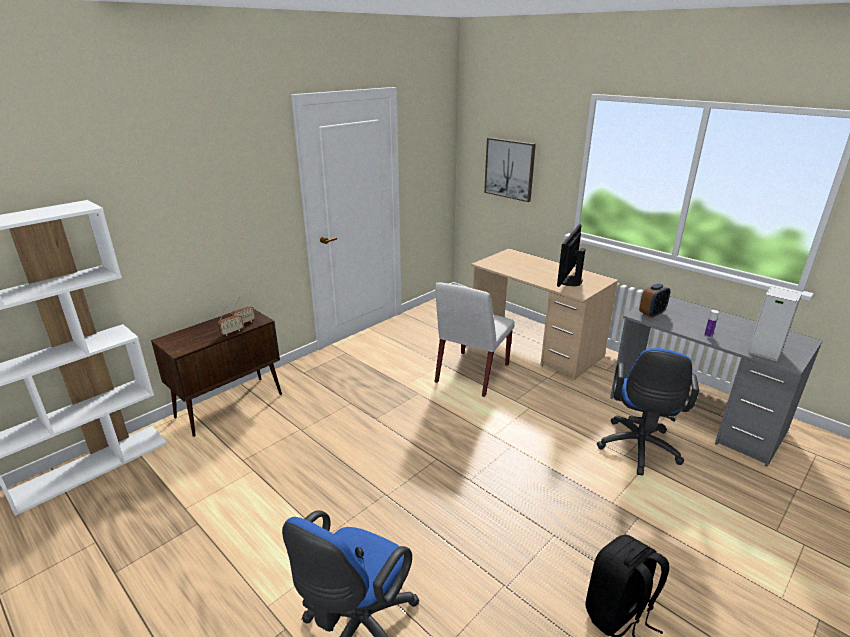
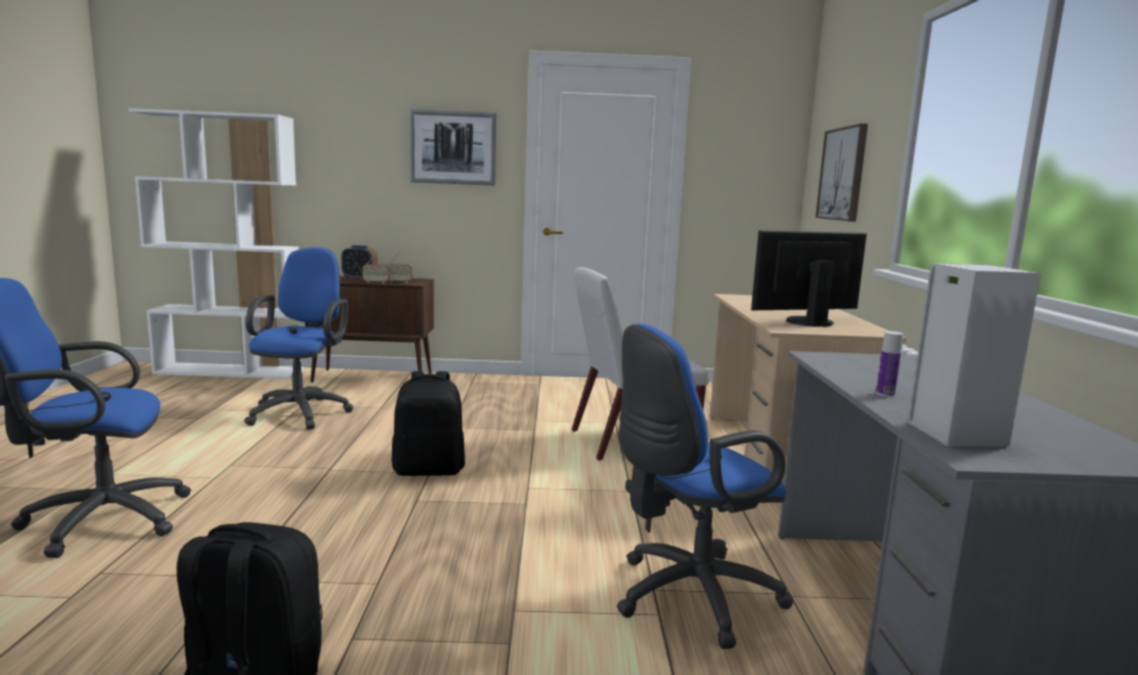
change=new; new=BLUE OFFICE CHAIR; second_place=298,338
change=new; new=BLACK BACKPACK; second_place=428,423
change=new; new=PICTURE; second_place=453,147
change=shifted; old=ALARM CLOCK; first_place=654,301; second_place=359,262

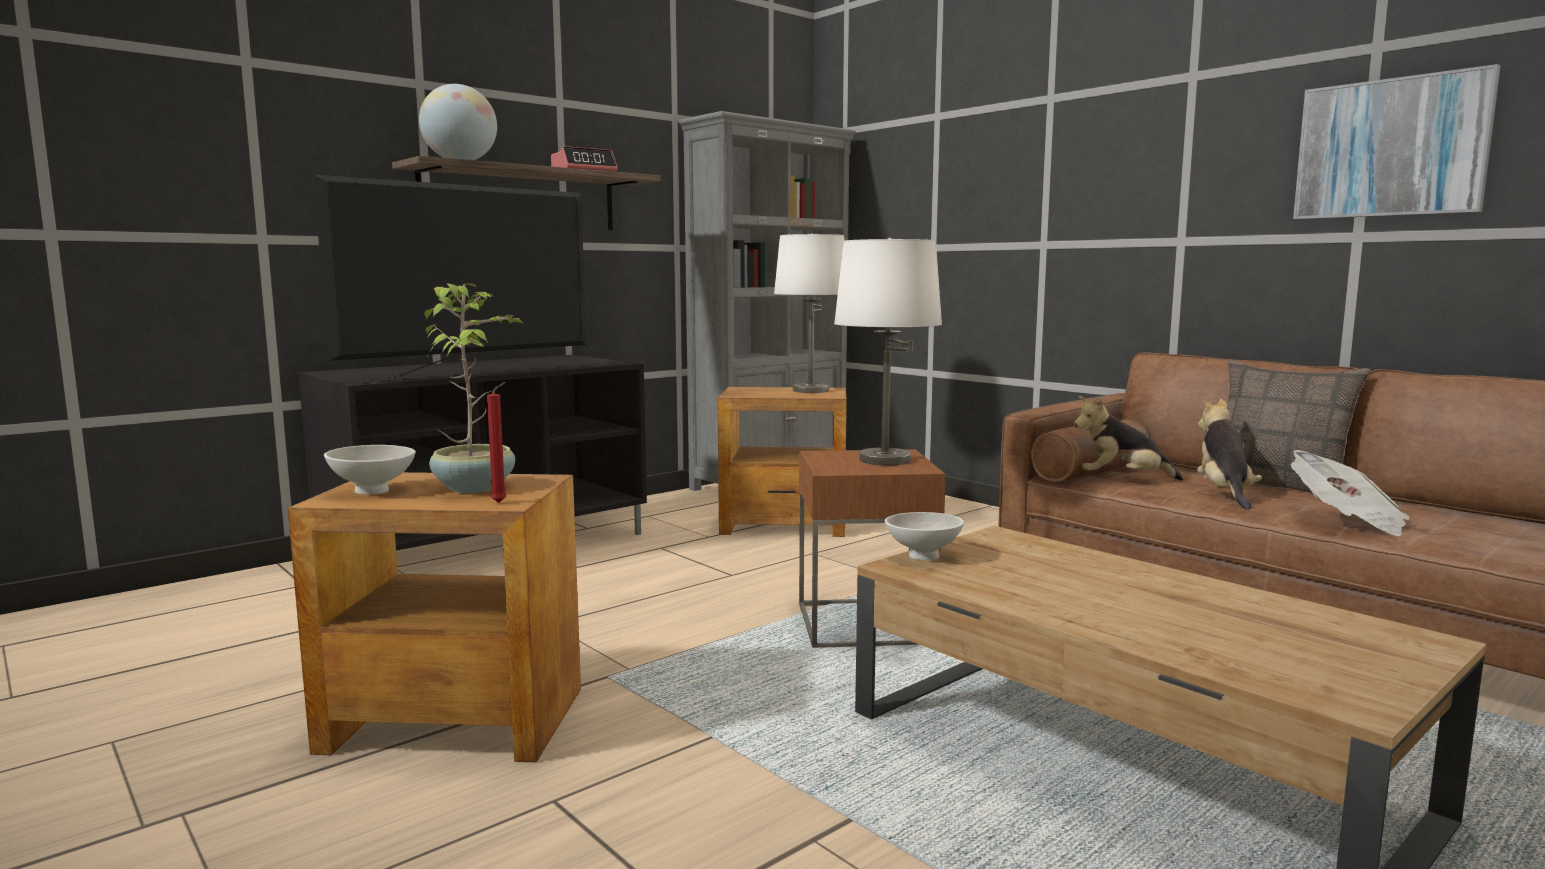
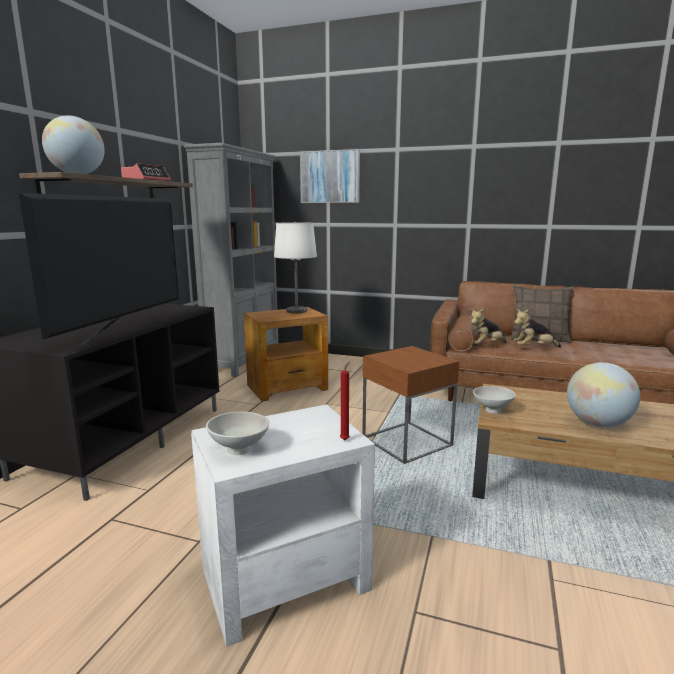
change=gone; old=POTTED PLANT; first_place=474,388
change=gone; old=WHITE TABLE LAMP; first_place=888,351
change=gone; old=NEWSPAPER; first_place=1349,493
change=new; new=GLOBE; second_place=603,394
change=shifted; old=PICTURE; first_place=1396,141; second_place=330,176
change=repainted; old=BROWN SIDE TABLE; new=WHITE SIDE TABLE; first_place=434,617; second_place=283,525
change=rotated; old=PLUSH TOY; first_place=1229,454; second_place=537,328; degrees=-75

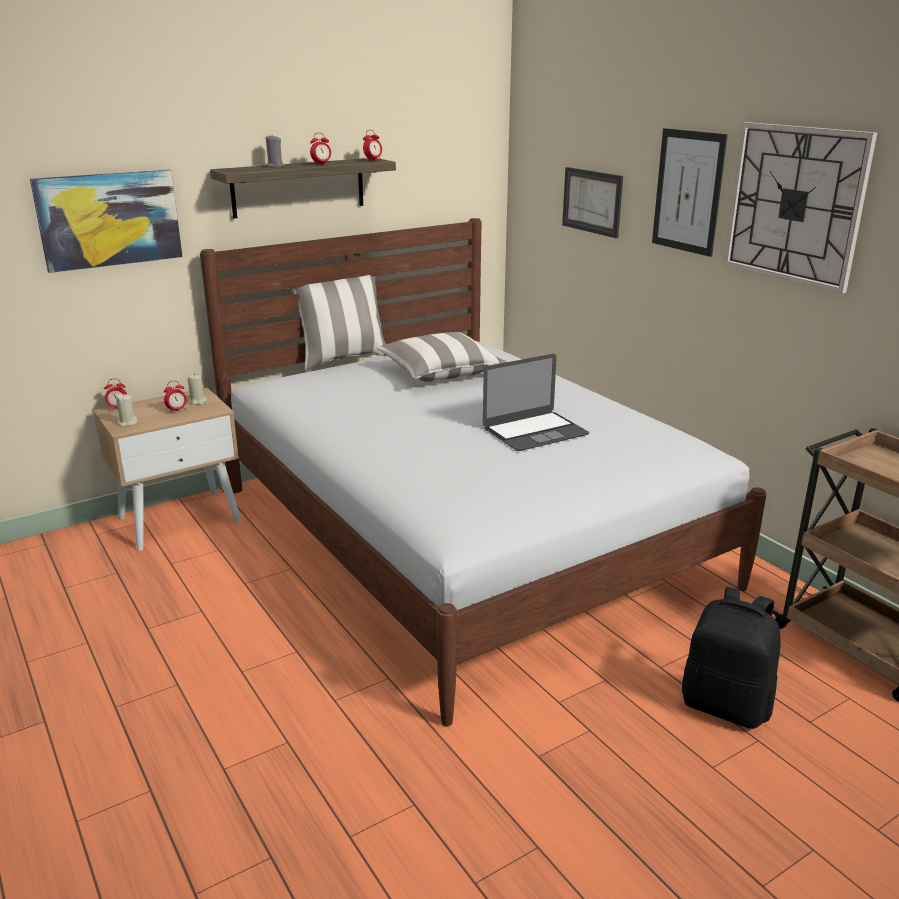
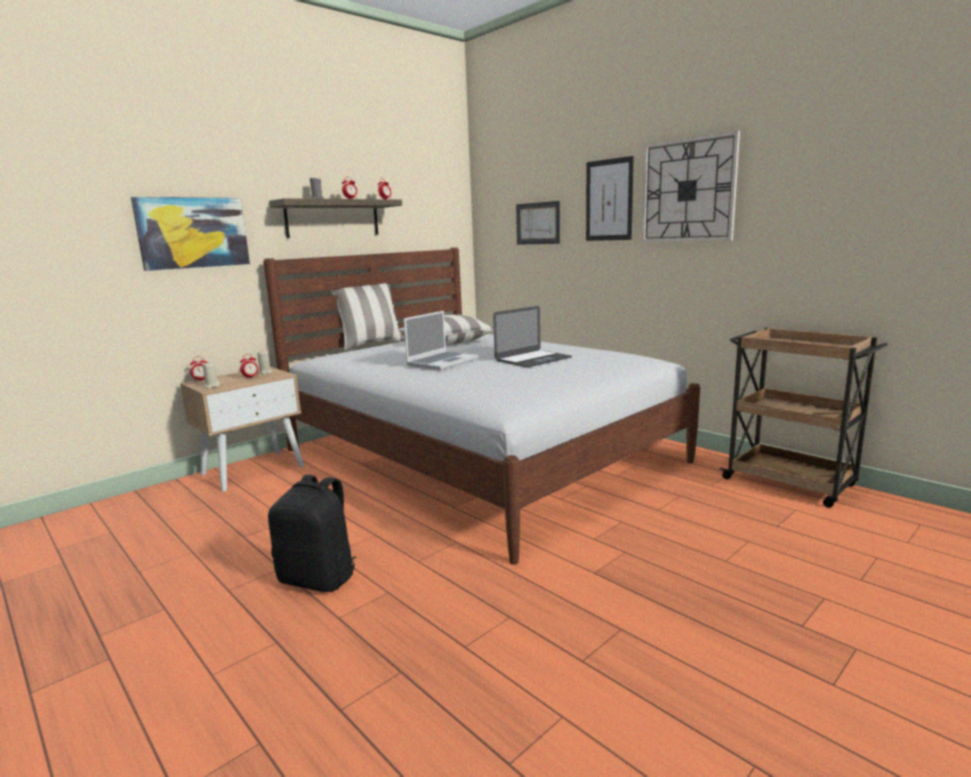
change=new; new=LAPTOP; second_place=441,340
change=shifted; old=BLACK BACKPACK; first_place=731,658; second_place=312,533

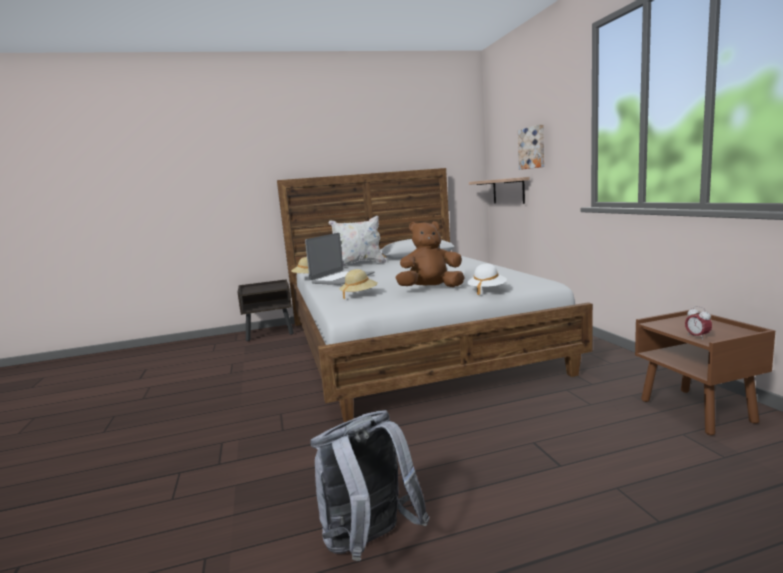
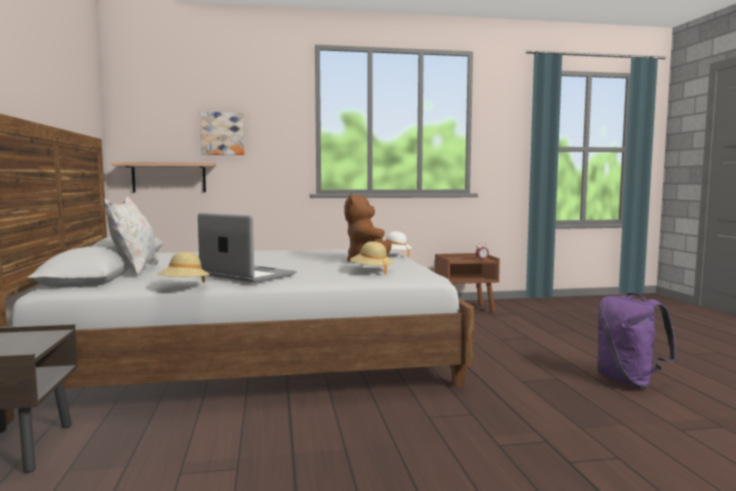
change=repainted; old=GREY BACKPACK; new=PURPLE BACKPACK; first_place=370,485; second_place=637,341

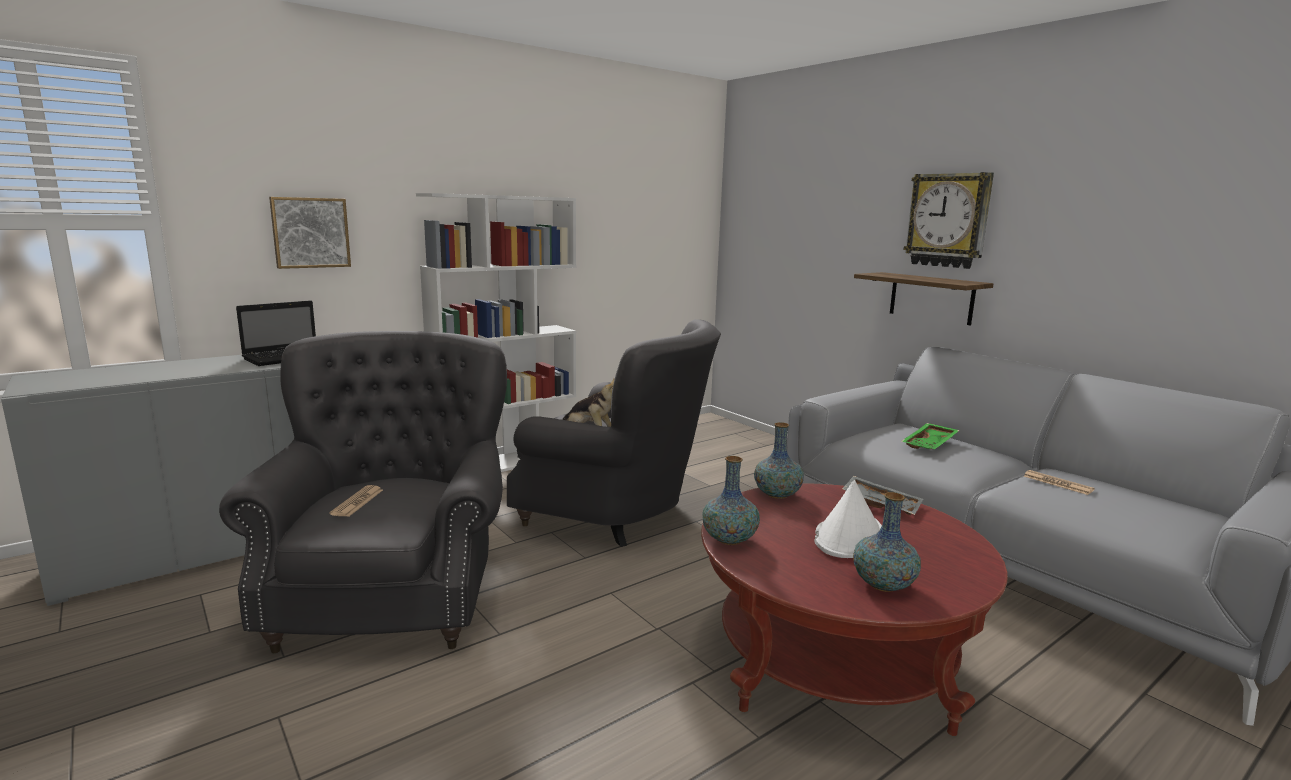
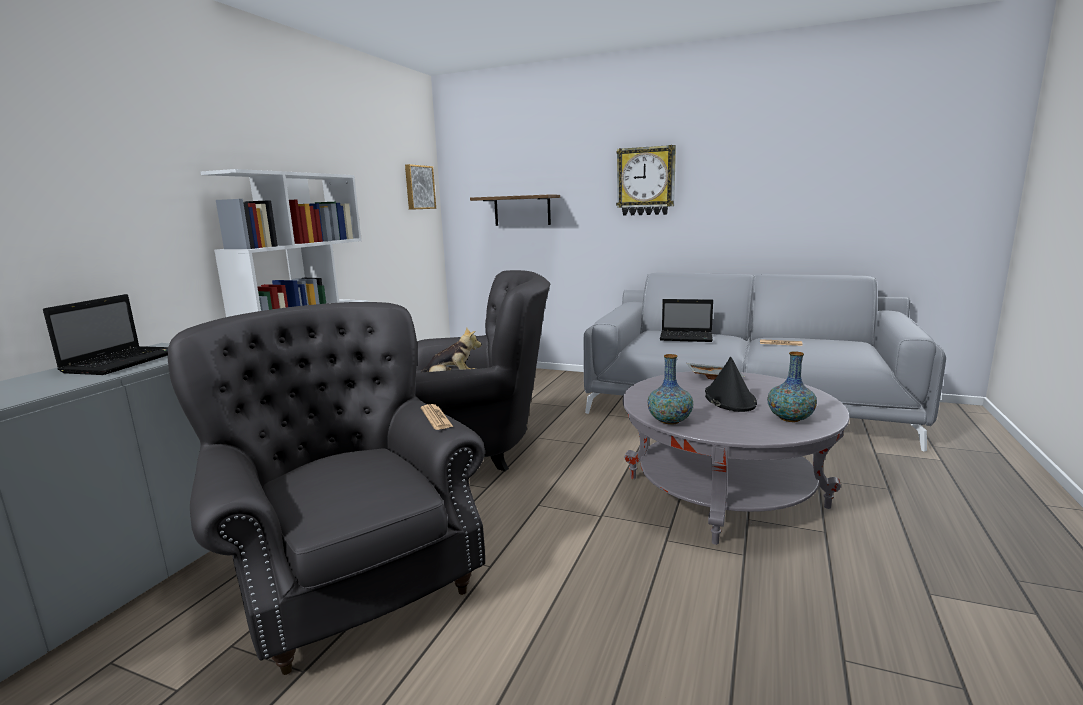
change=gone; old=VASE; first_place=779,460
change=shifted; old=PICTURE; first_place=310,233; second_place=420,187
change=shifted; old=NEWSPAPER; first_place=356,501; second_place=437,417
change=shifted; old=SHELF; first_place=923,298; second_place=515,210
change=swapped; old=GREEN TRAY; new=LAPTOP; first_place=930,436; second_place=686,320
change=repainted; old=RED COFFEE TABLE; new=GREY COFFEE TABLE; first_place=854,609; second_place=736,458
change=repainted; old=WHITE HAT; new=BLACK HAT; first_place=848,519; second_place=731,384

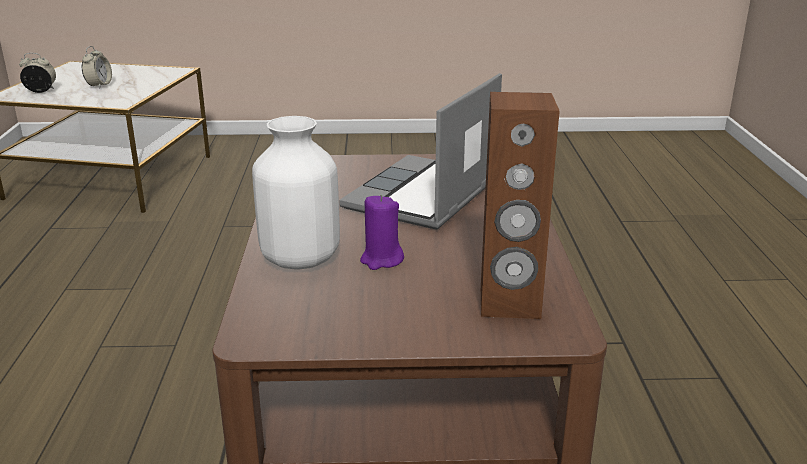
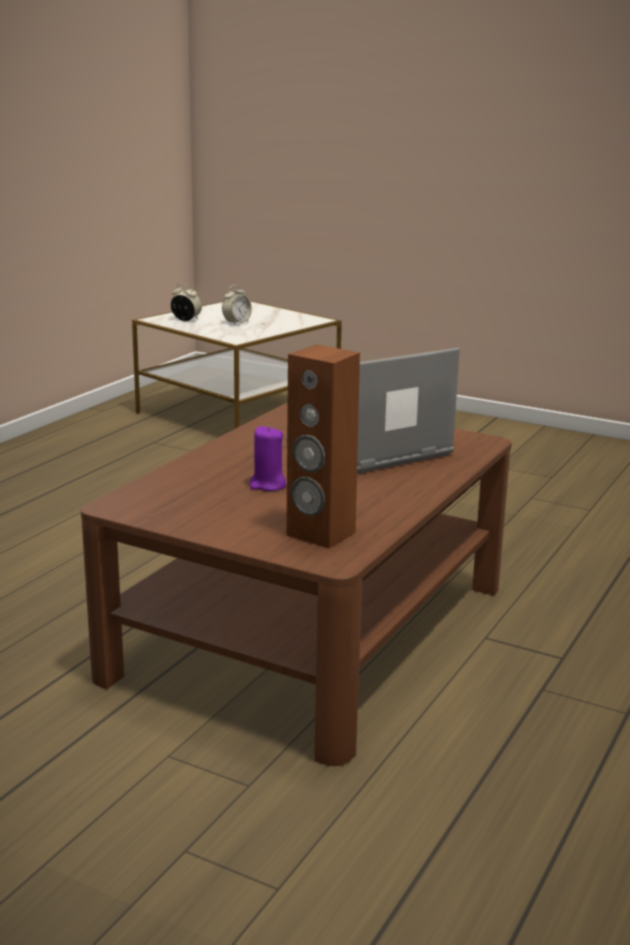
change=gone; old=WHITE VASE; first_place=296,193

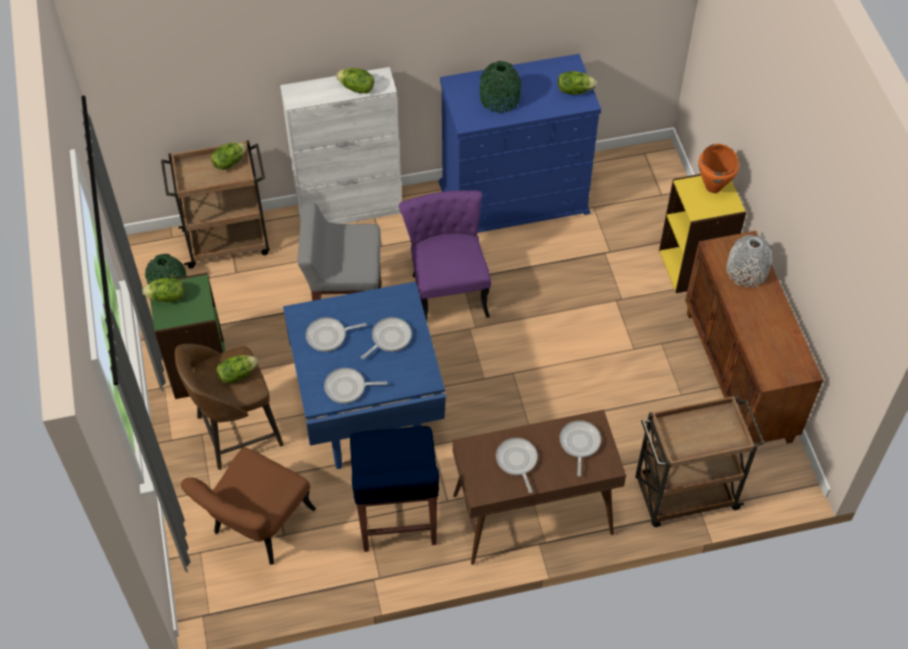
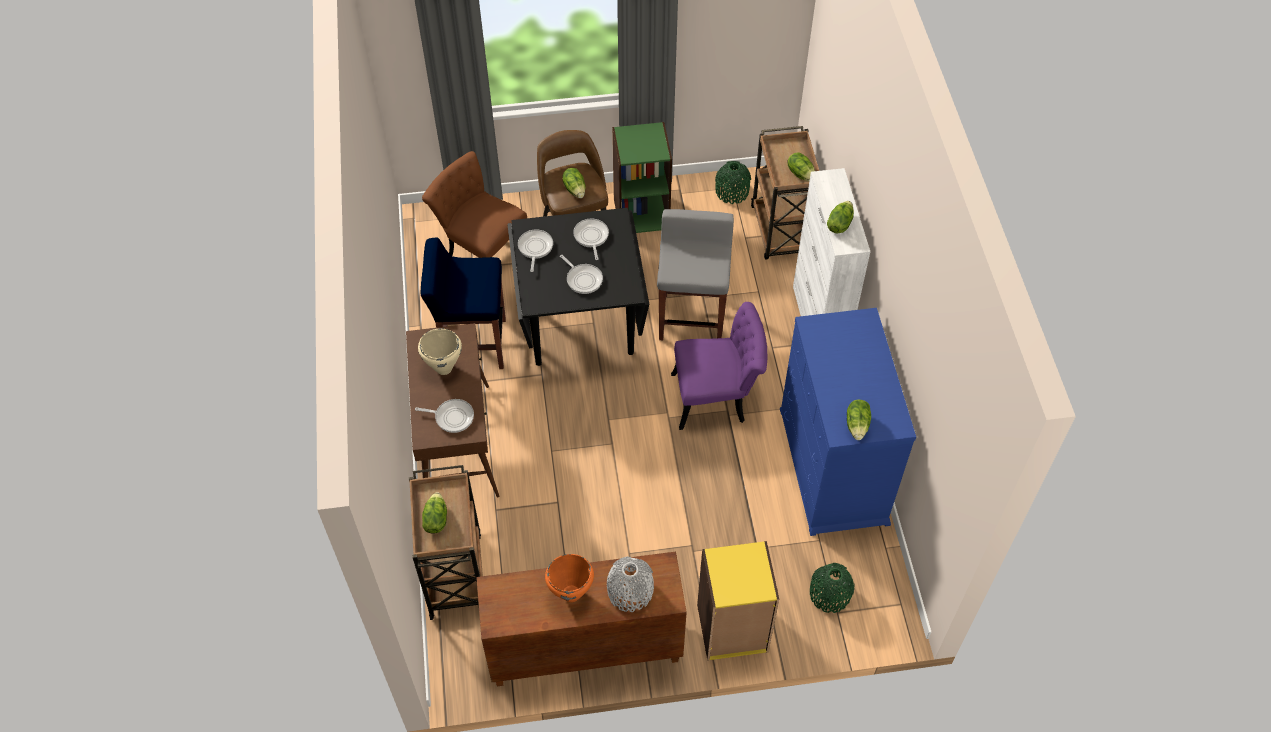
change=shifted; old=LETTUCE; first_place=163,290; second_place=434,512
change=shifted; old=GREEN VASE; first_place=500,87; second_place=832,588
change=shifted; old=ORANGE COOKING POT; first_place=718,168; second_place=569,578
change=swapped; old=FRYING PAN; new=BEIGE COOKING POT; first_place=517,465; second_place=440,351
change=repainted; old=BLUE DINING TABLE; new=BLACK DINING TABLE; first_place=364,375; second_place=578,287

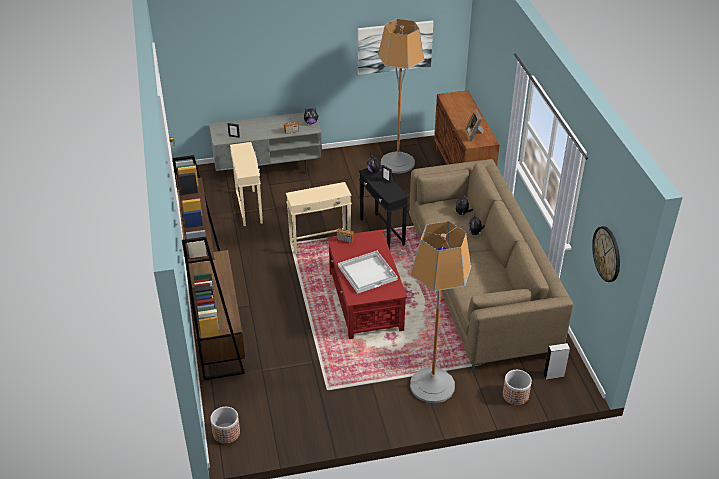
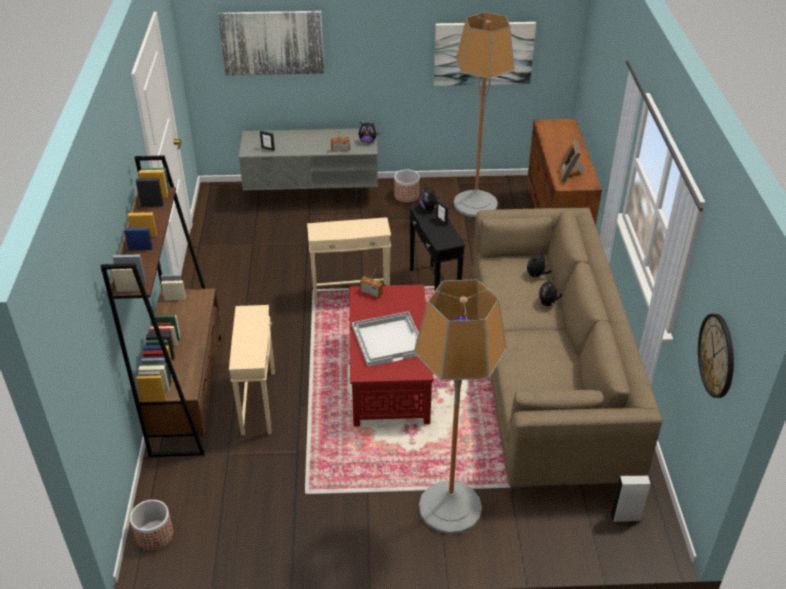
change=new; new=PICTURE; second_place=271,43
change=shifted; old=BEIGE SIDE TABLE; first_place=246,184; second_place=252,370
change=shifted; old=PLANTER; first_place=517,387; second_place=407,186

